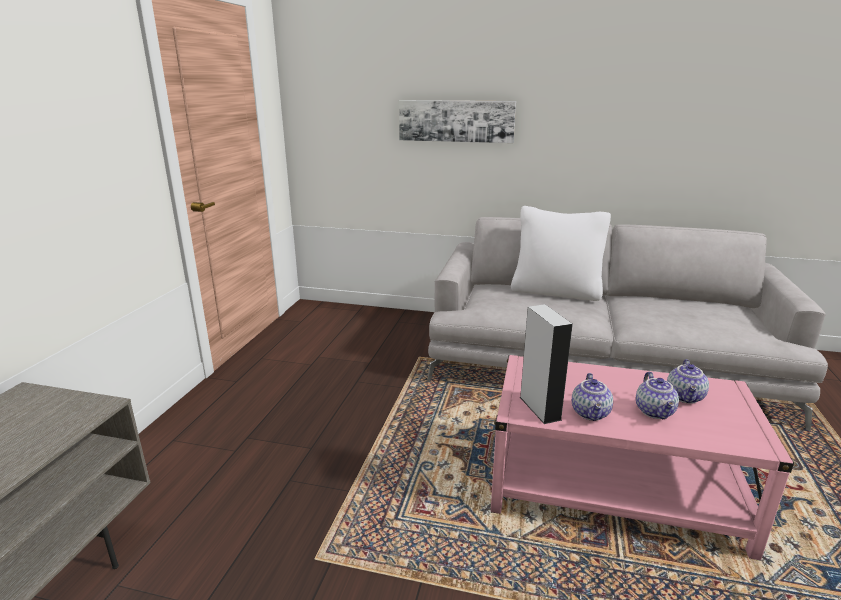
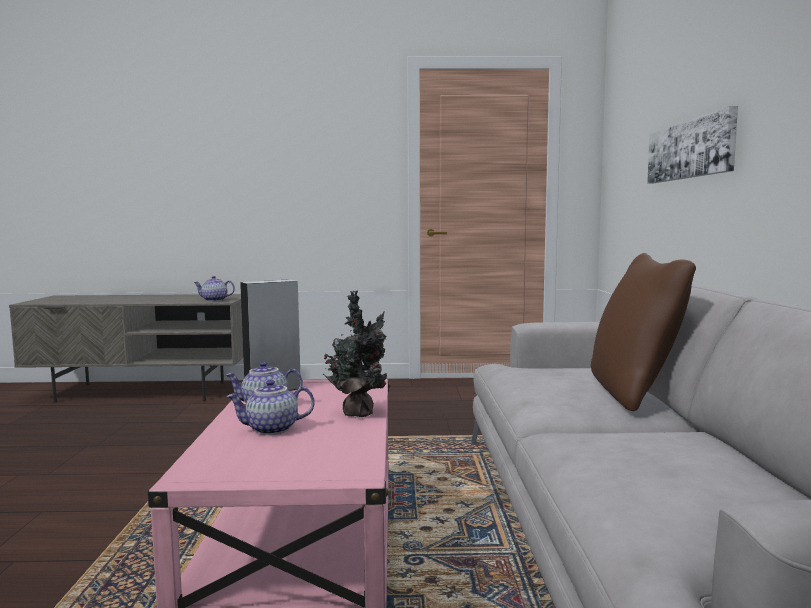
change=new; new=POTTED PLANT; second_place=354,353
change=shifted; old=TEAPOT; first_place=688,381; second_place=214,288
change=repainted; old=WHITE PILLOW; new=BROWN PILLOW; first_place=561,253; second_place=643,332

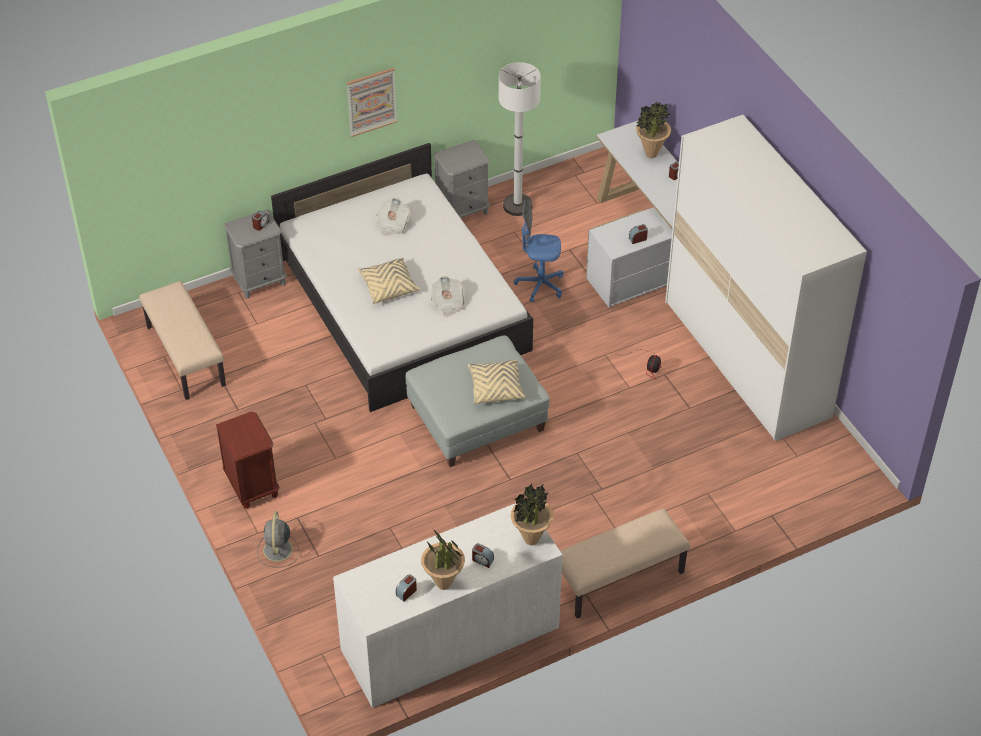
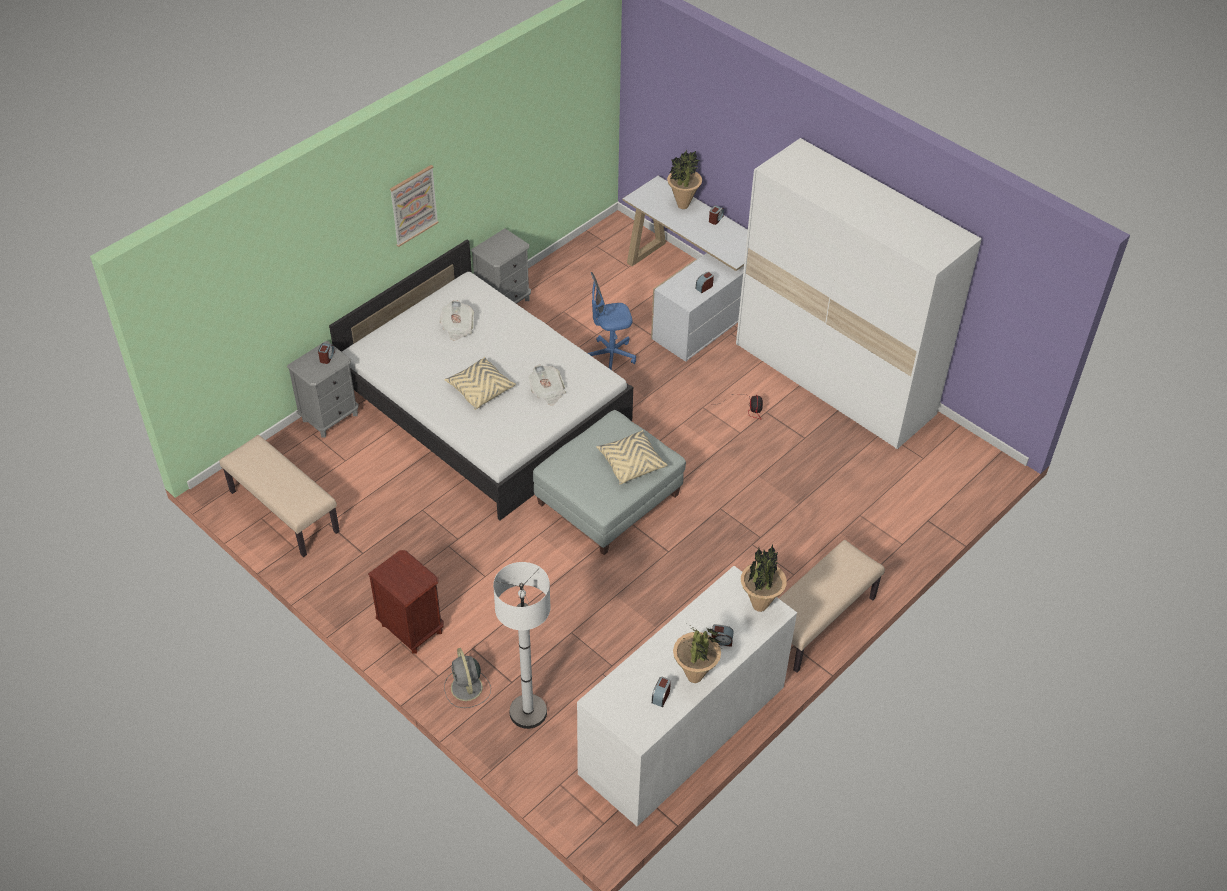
change=shifted; old=WHITE FLOOR LAMP; first_place=519,139; second_place=522,645

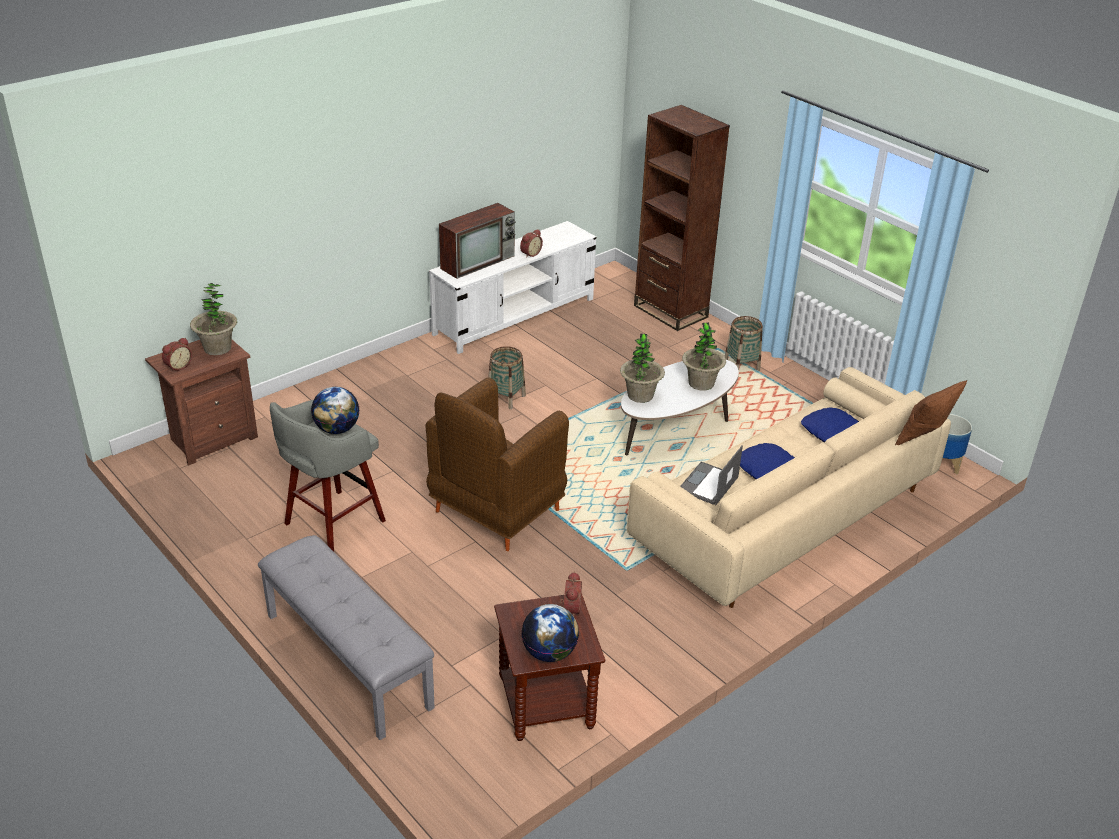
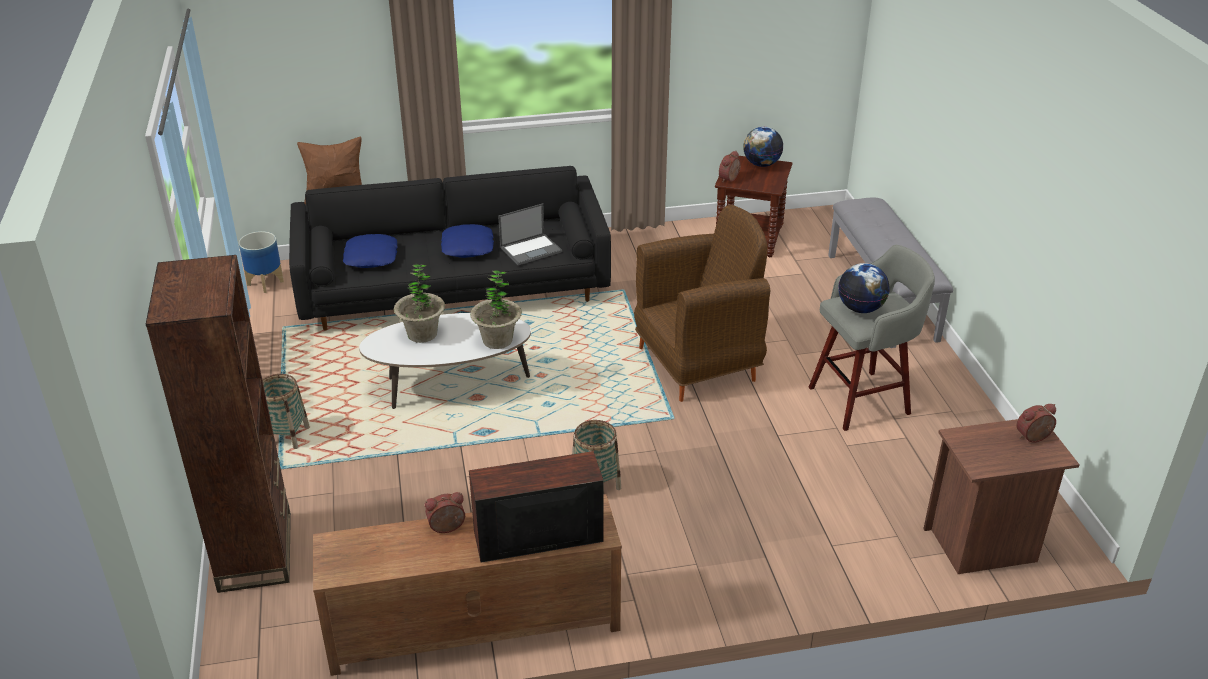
change=gone; old=POTTED PLANT; first_place=213,319
change=repainted; old=WHITE TV STAND; new=BROWN TV STAND; first_place=512,287; second_place=467,585
change=repainted; old=BEIGE SOFA; new=BLACK SOFA; first_place=789,487; second_place=450,248

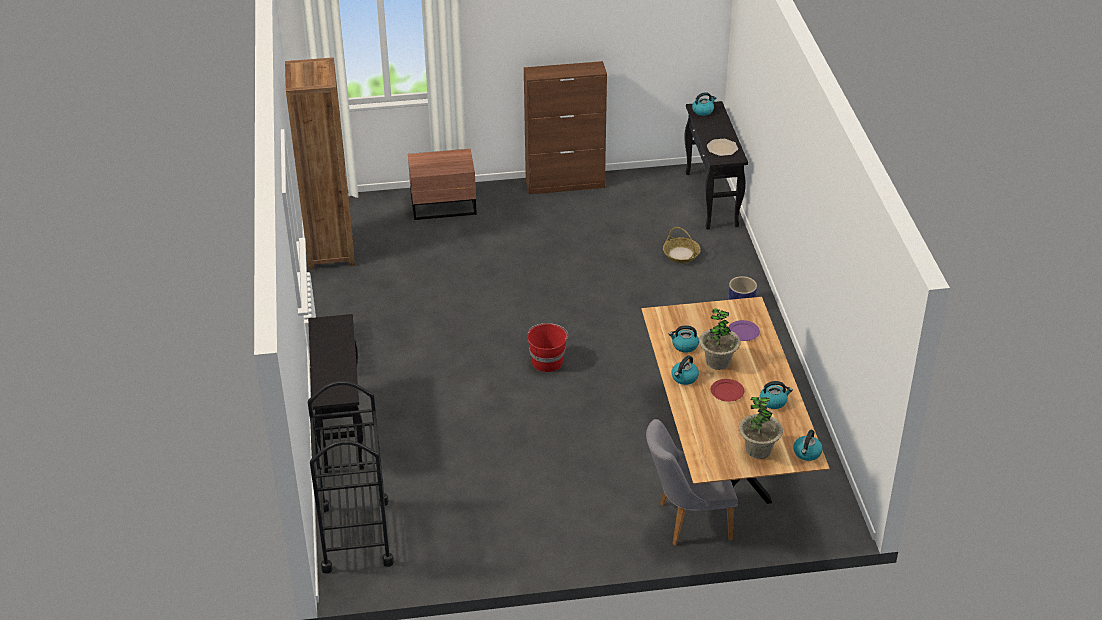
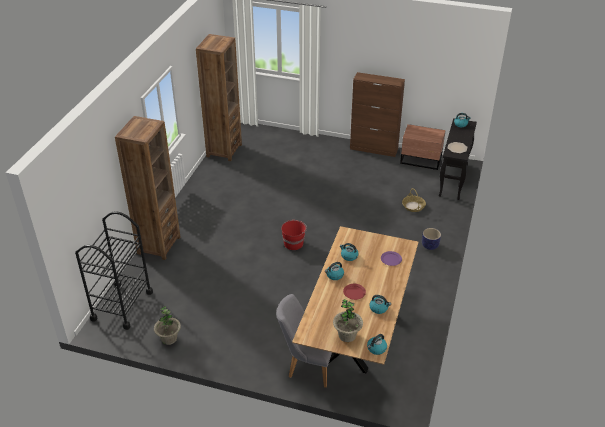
change=shifted; old=BROWN NIGHTSTAND; first_place=442,184; second_place=423,147
change=shifted; old=POTTED PLANT; first_place=720,339; second_place=167,325
change=swapped; old=BLACK CONSOLE TABLE; new=BROWN BOOKCASE; first_place=336,393; second_place=147,188

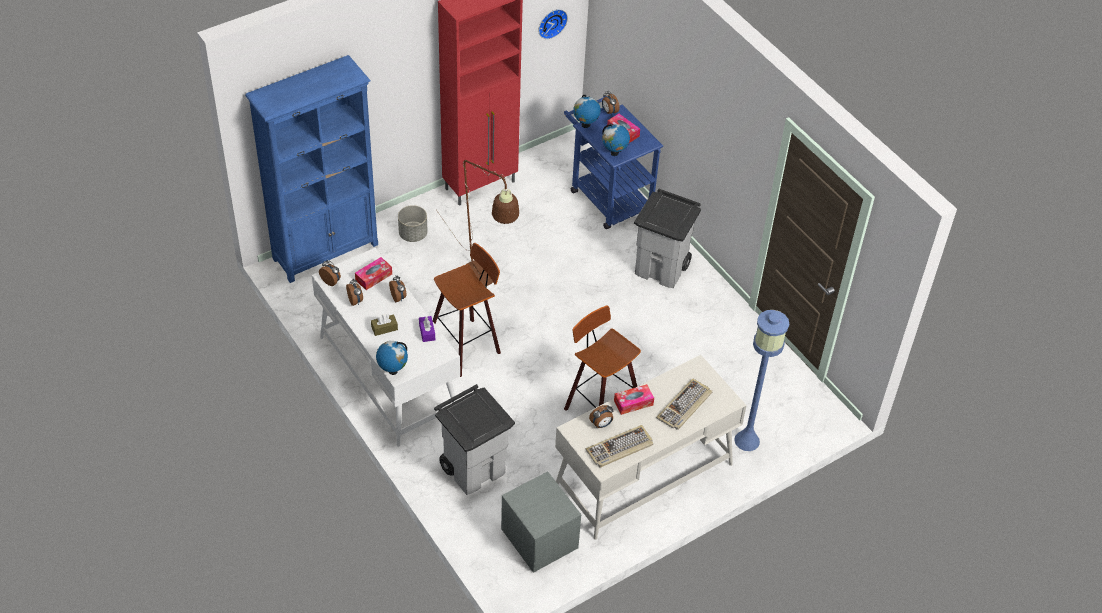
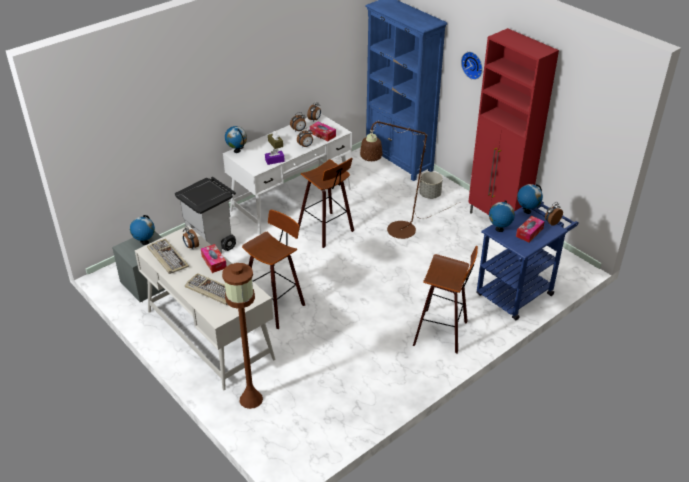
change=new; new=GLOBE; second_place=142,230
change=shifted; old=WALL CLOCK; first_place=553,24; second_place=472,66
change=swapped; old=GREY TRASH CAN; new=STOOL; first_place=667,238; second_place=445,299
change=repainted; old=BLUE FLOOR LAMP; new=BROWN FLOOR LAMP; first_place=761,380; second_place=242,336

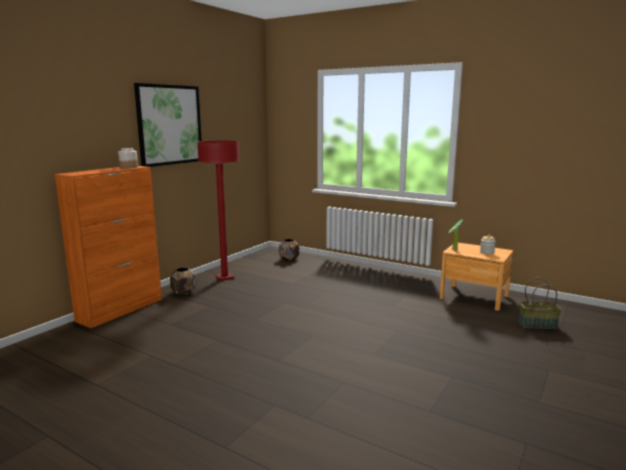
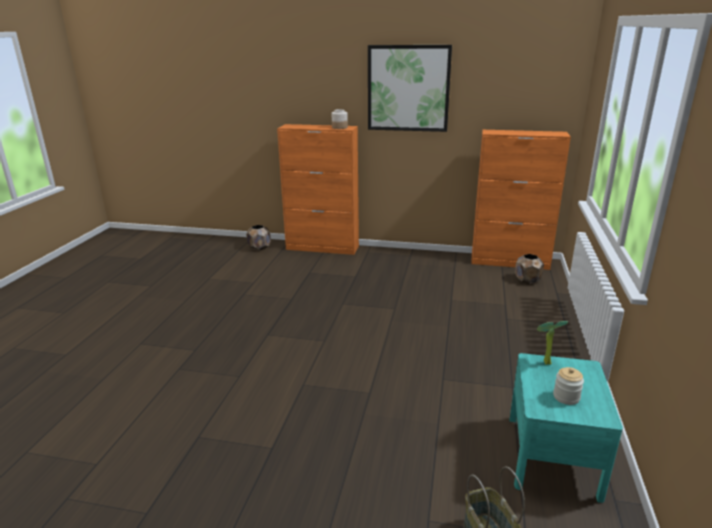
change=gone; old=RED FLOOR LAMP; first_place=218,210
change=new; new=ORANGE CABINET; second_place=521,200
change=shifted; old=BROWN PLANTER; first_place=183,281; second_place=258,238
change=repainted; old=BROWN NIGHTSTAND; new=TURQUOISE NIGHTSTAND; first_place=476,276; second_place=566,428

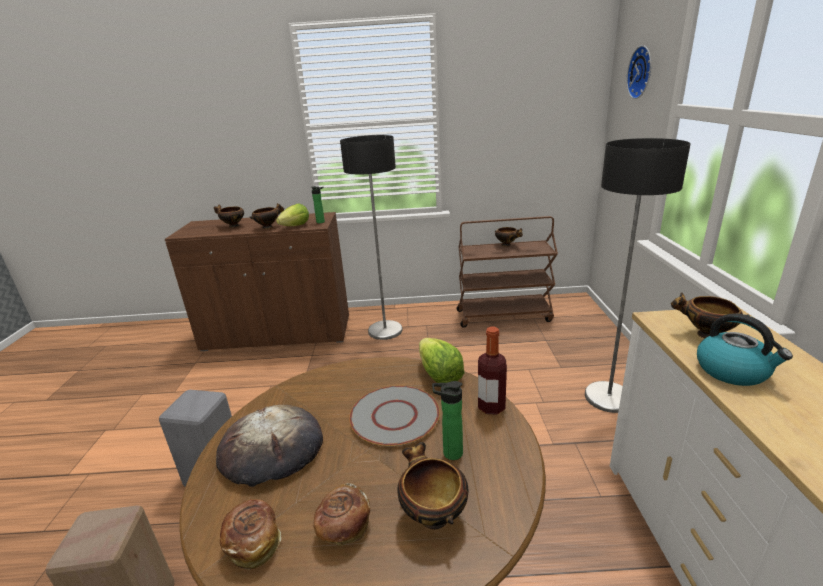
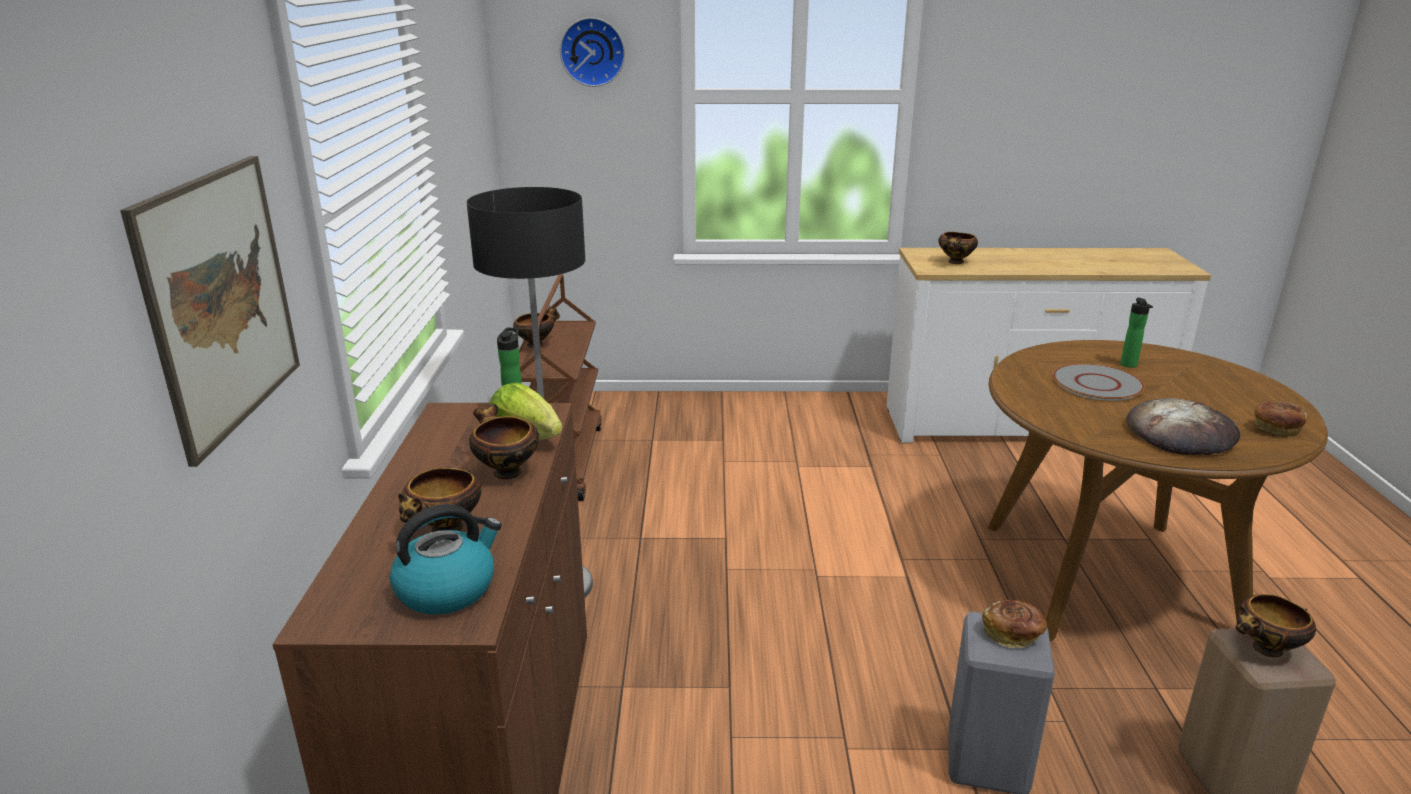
change=gone; old=LETTUCE; first_place=442,360
change=gone; old=BOTTLE; first_place=492,370
change=gone; old=FLOOR LAMP; first_place=638,275
change=new; new=PICTURE; second_place=210,311
change=shifted; old=BREAD; first_place=342,514; second_place=1014,624
change=shifted; old=BOWL; first_place=433,486; second_place=1275,626
change=shifted; old=KETTLE; first_place=745,349; second_place=446,559

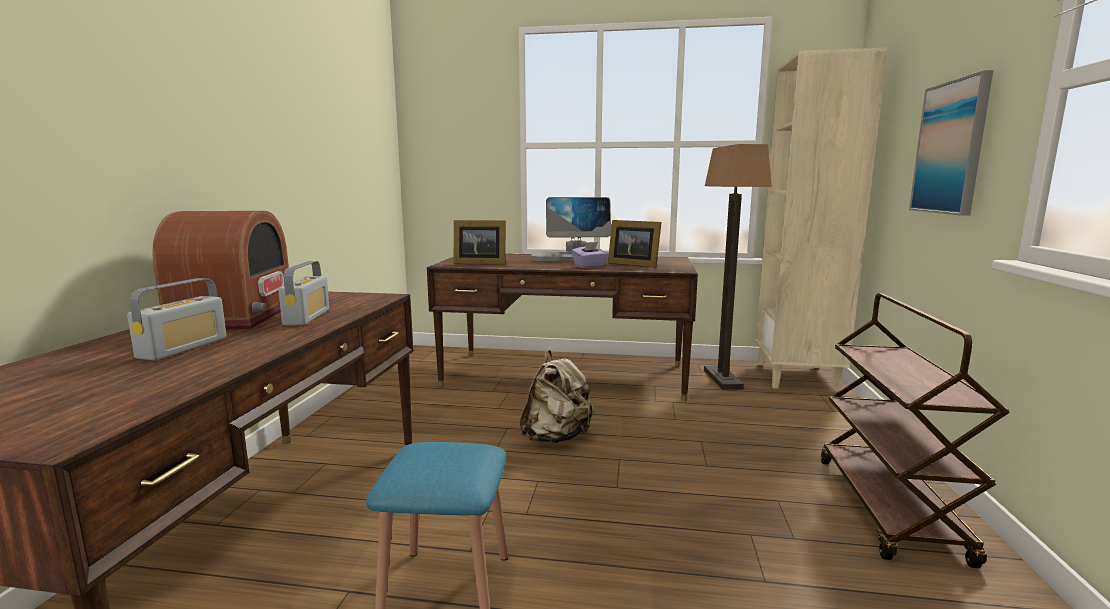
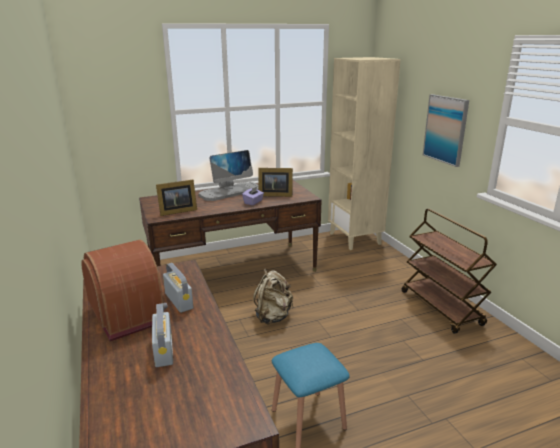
change=gone; old=FLOOR LAMP; first_place=738,267

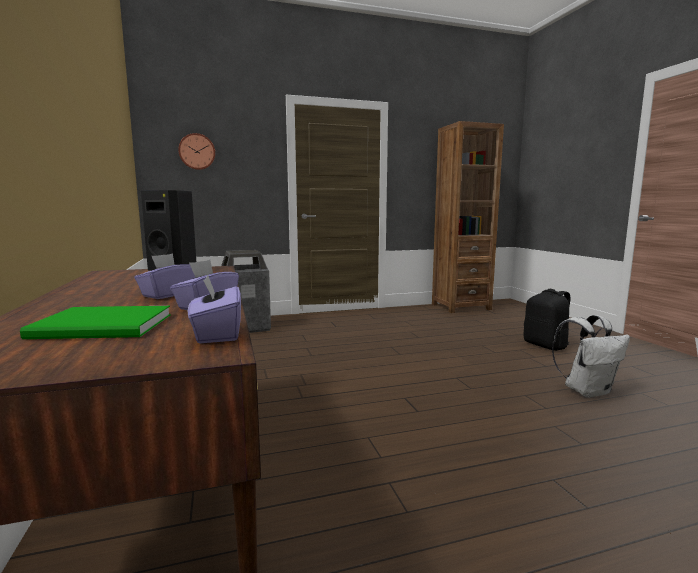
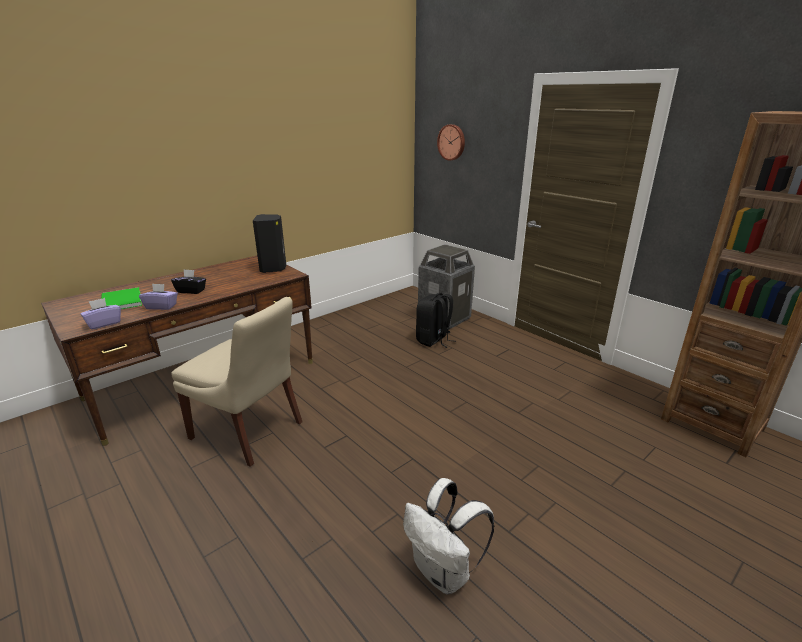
change=new; new=BEIGE CHAIR; second_place=237,382
change=shifted; old=BLACK BACKPACK; first_place=547,320; second_place=436,320
change=repainted; old=PURPLE TISSUE BOX; new=BLACK TISSUE BOX; first_place=165,276; second_place=188,281

